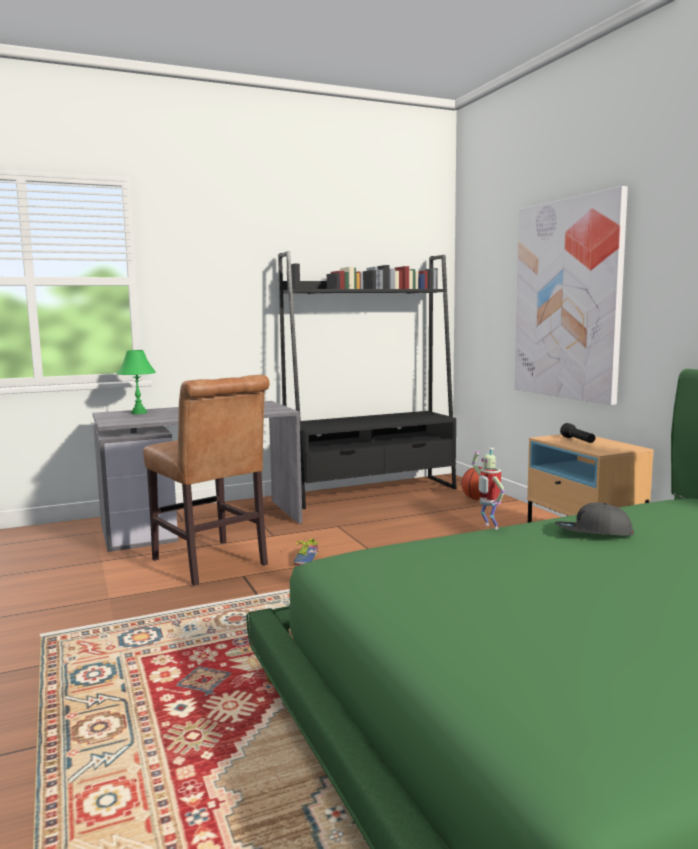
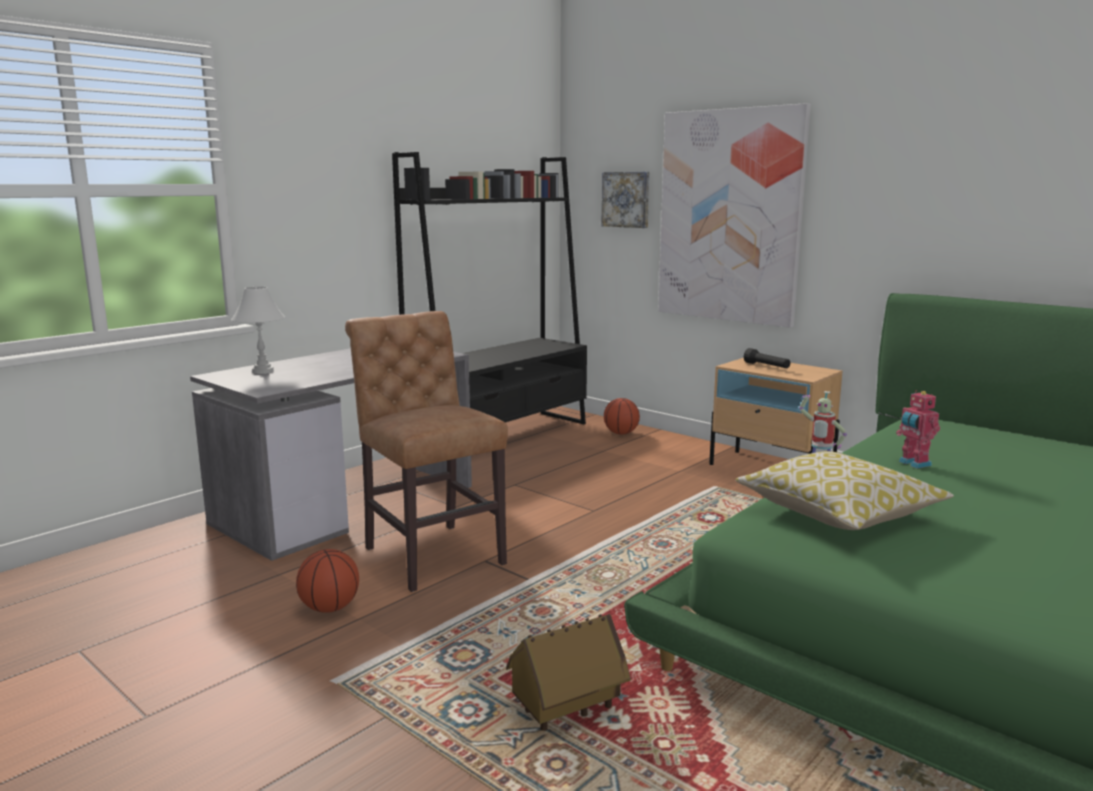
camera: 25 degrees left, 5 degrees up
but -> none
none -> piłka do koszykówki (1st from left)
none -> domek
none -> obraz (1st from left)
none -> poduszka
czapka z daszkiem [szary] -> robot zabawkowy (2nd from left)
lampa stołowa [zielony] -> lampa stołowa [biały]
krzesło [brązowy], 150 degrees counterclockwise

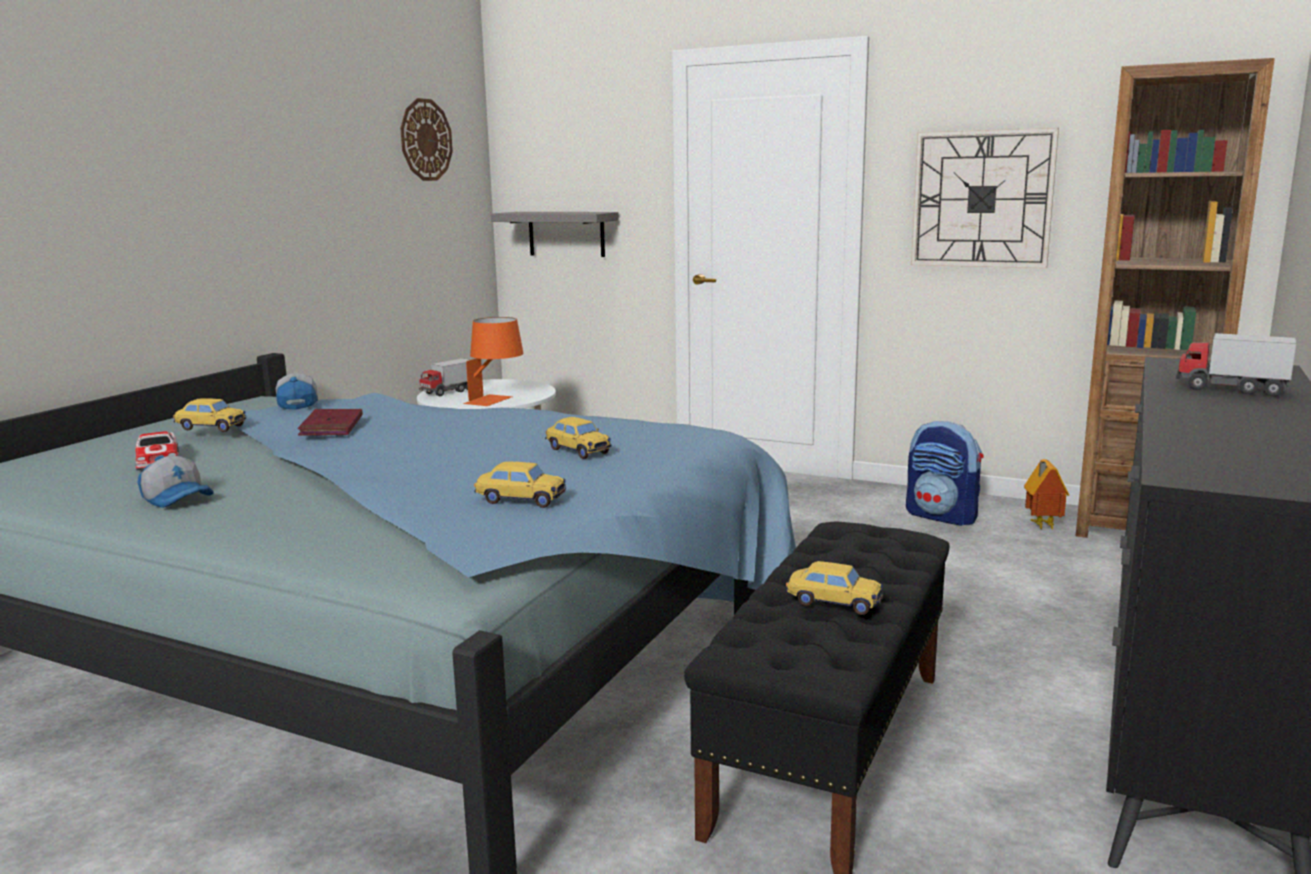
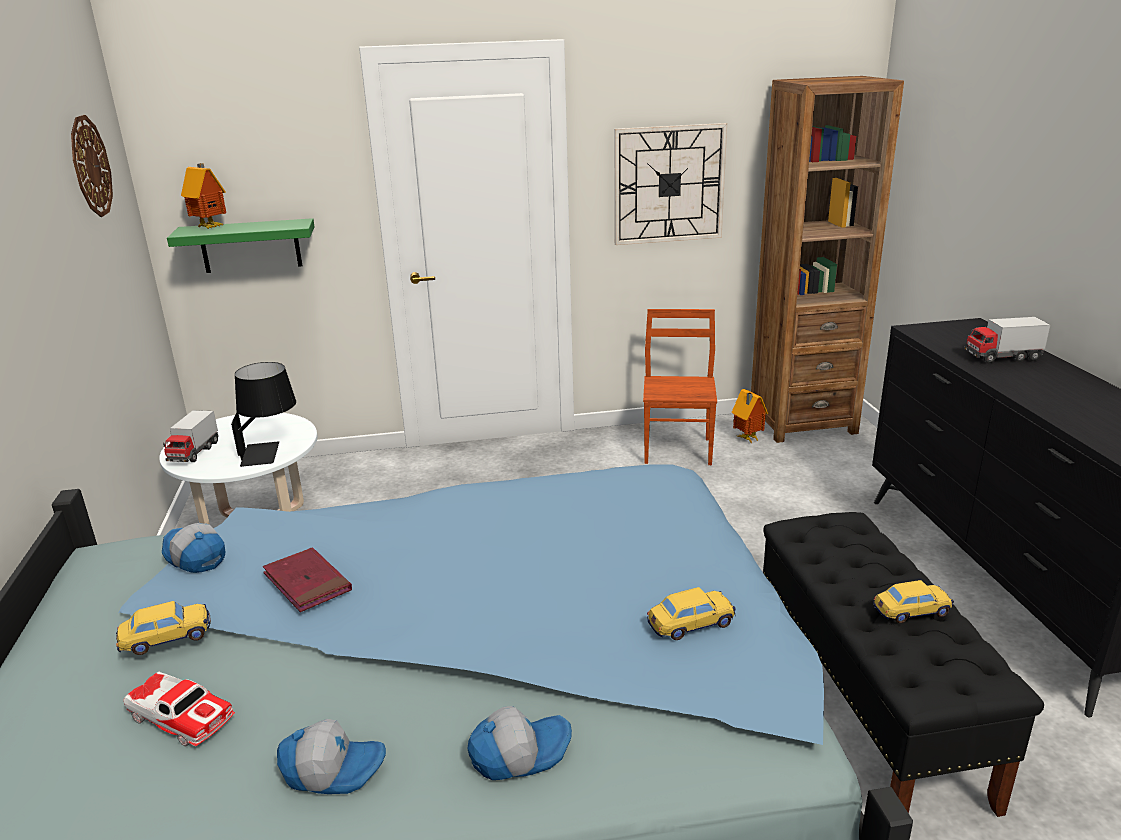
camera: 35 degrees left, 10 degrees up
samochodzik (4th from left) -> none
none -> domek (1st from left)
none -> czapka z daszkiem (3rd from left)
plecak -> krzesło [brązowy]
lampa stołowa [pomarańczowy] -> lampa stołowa [czarny]
półka [szary] -> półka [zielony]

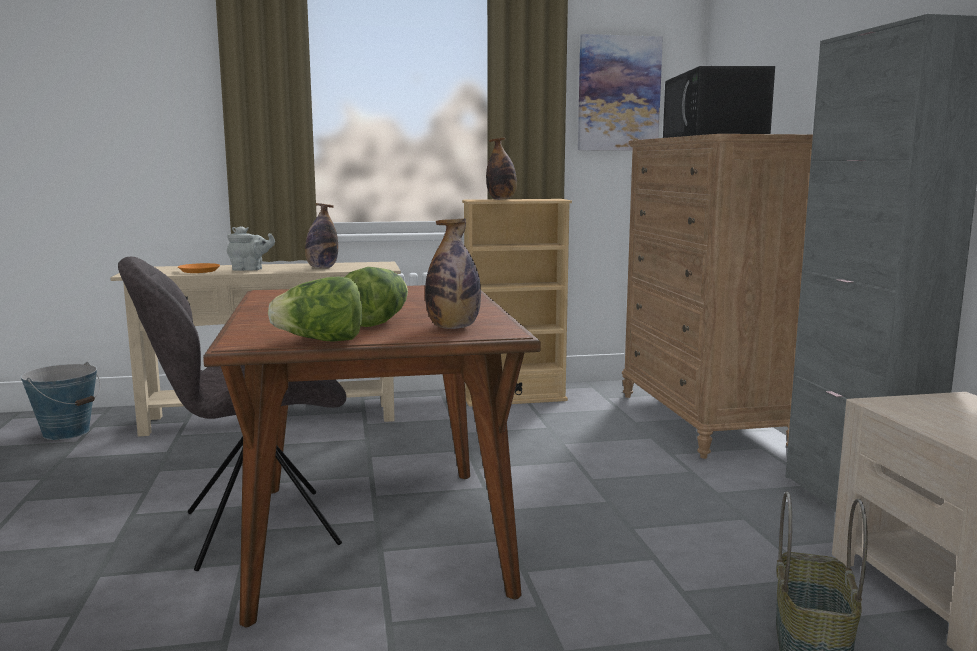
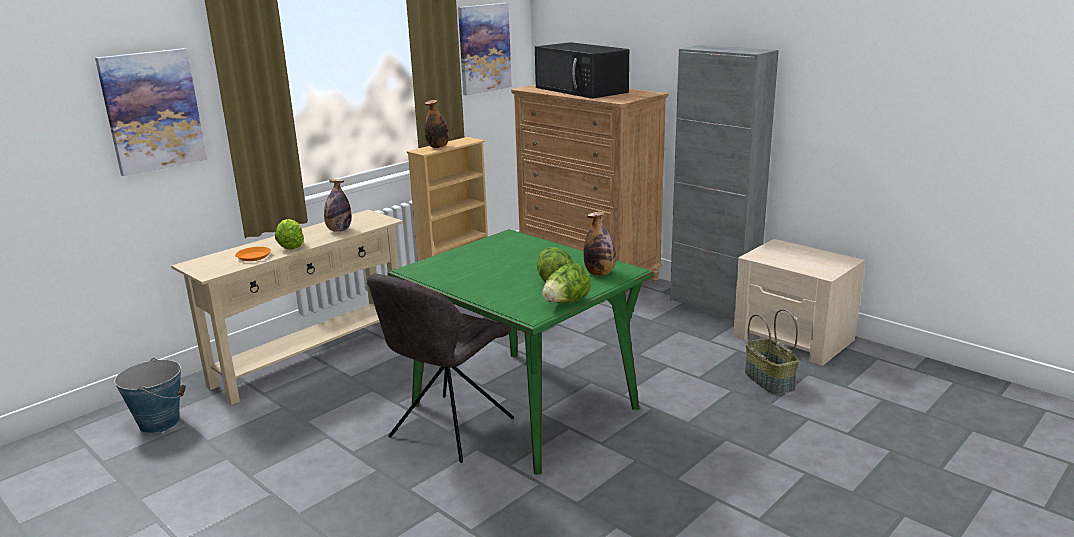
camera: 35 degrees left, 10 degrees up
none -> obraz (1st from left)
imbryk [szary] -> sałata (1st from left)
stół jadalny [brązowy] -> stół jadalny [zielony]

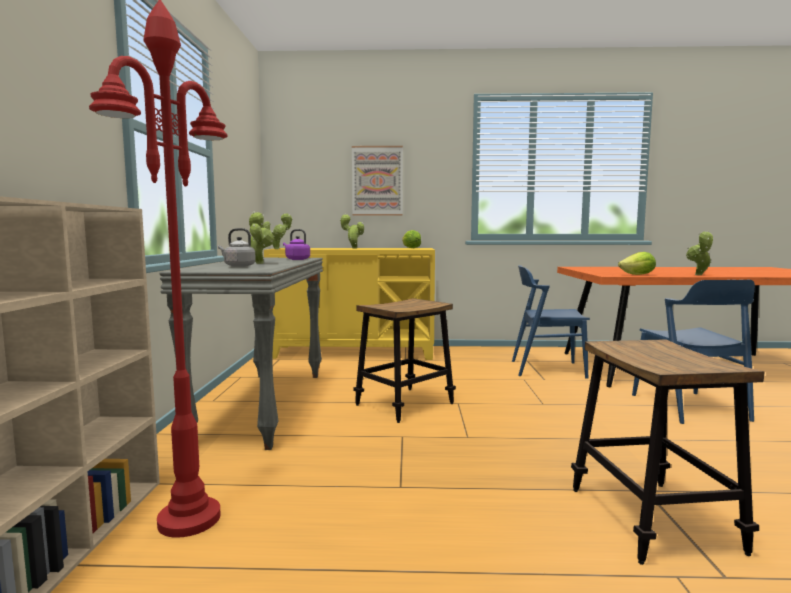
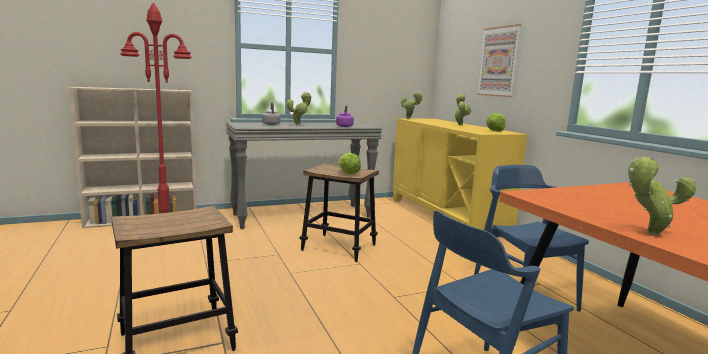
camera: 65 degrees right, 5 degrees up
sałata (2nd from left in the first image) -> sałata (1st from left), move

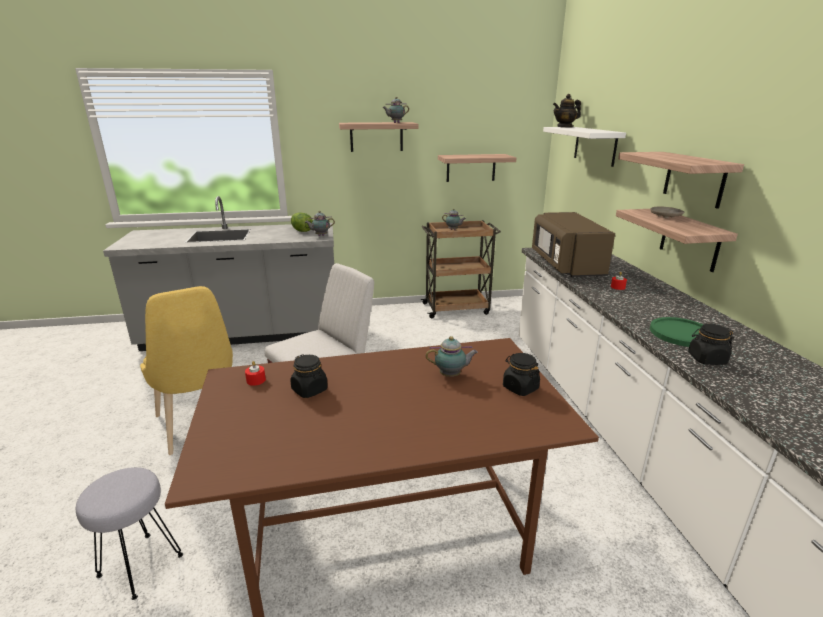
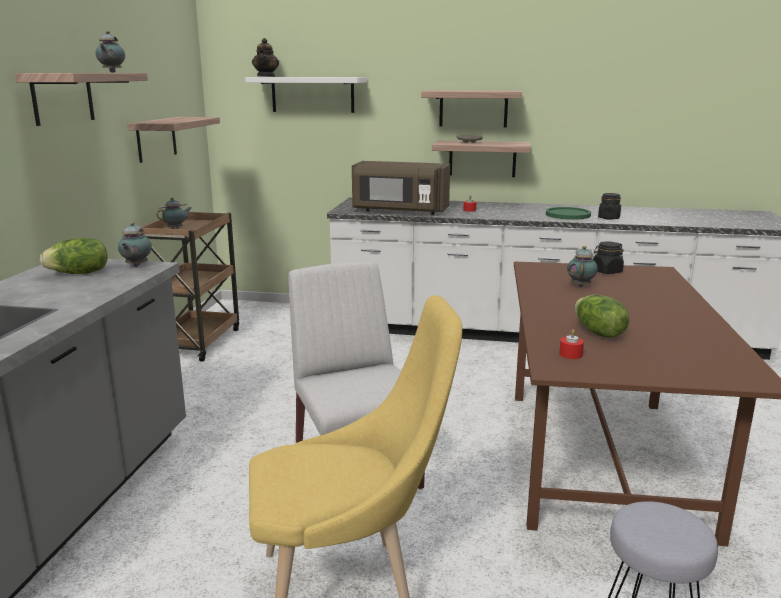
camera: 70 degrees left, 5 degrees down
słoik [czarny] (1st from left) -> sałata (2nd from left)

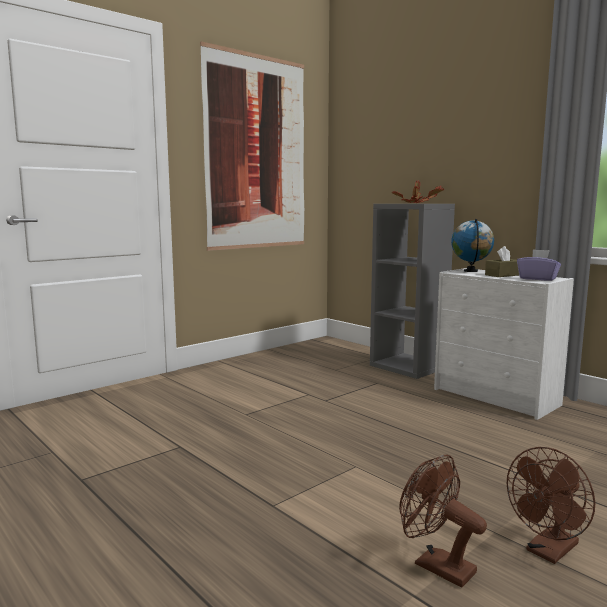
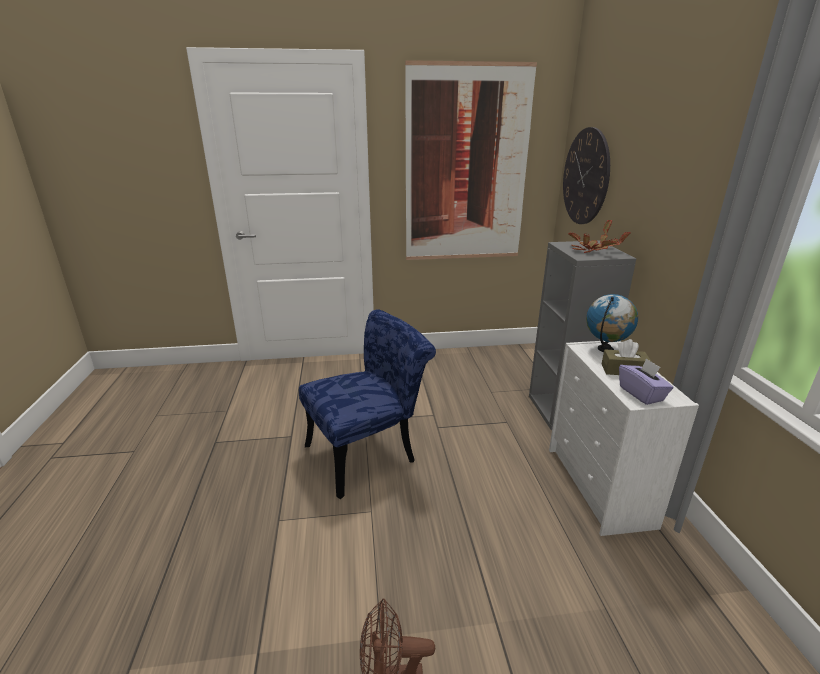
camera: 35 degrees right, 15 degrees up
wentylator [brązowy] (1st from left) -> none
none -> krzesło [niebieski]
none -> zegar ścienny

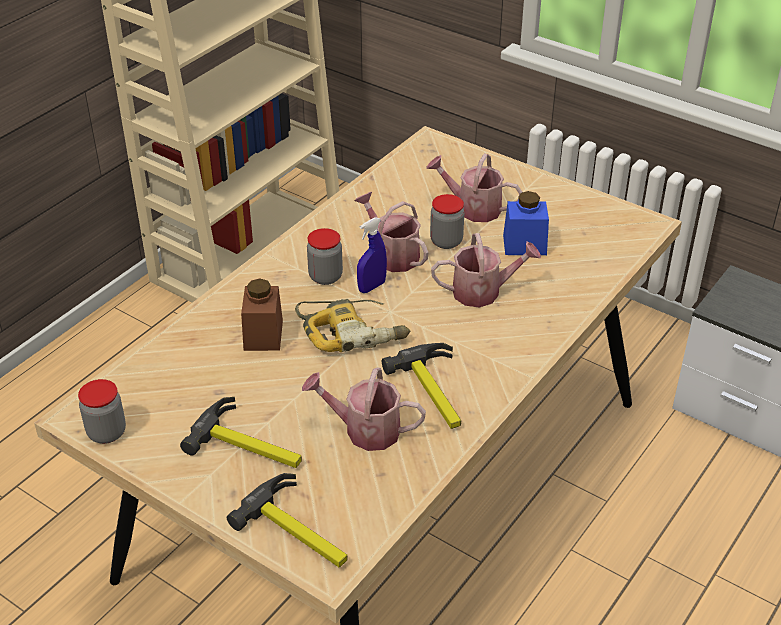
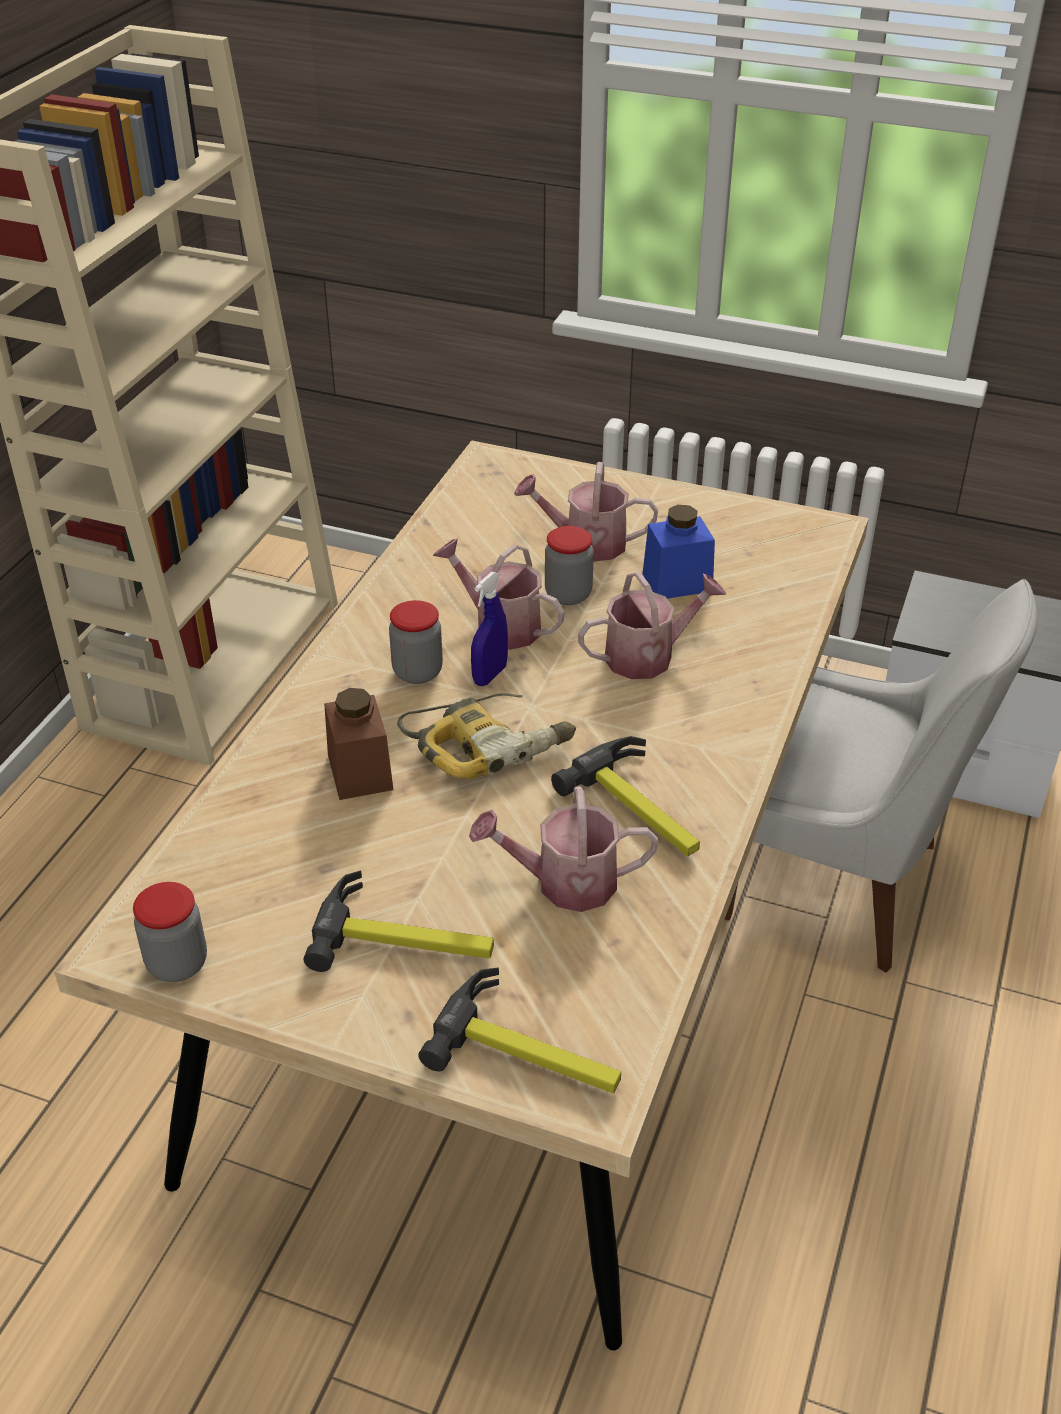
camera: 15 degrees left, 0 degrees up
none -> krzesło [biały]

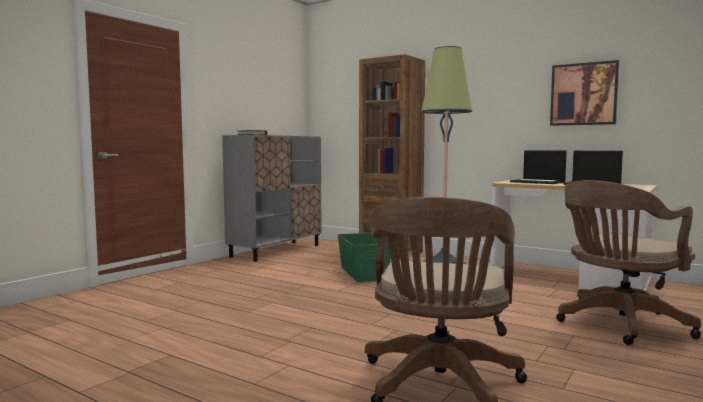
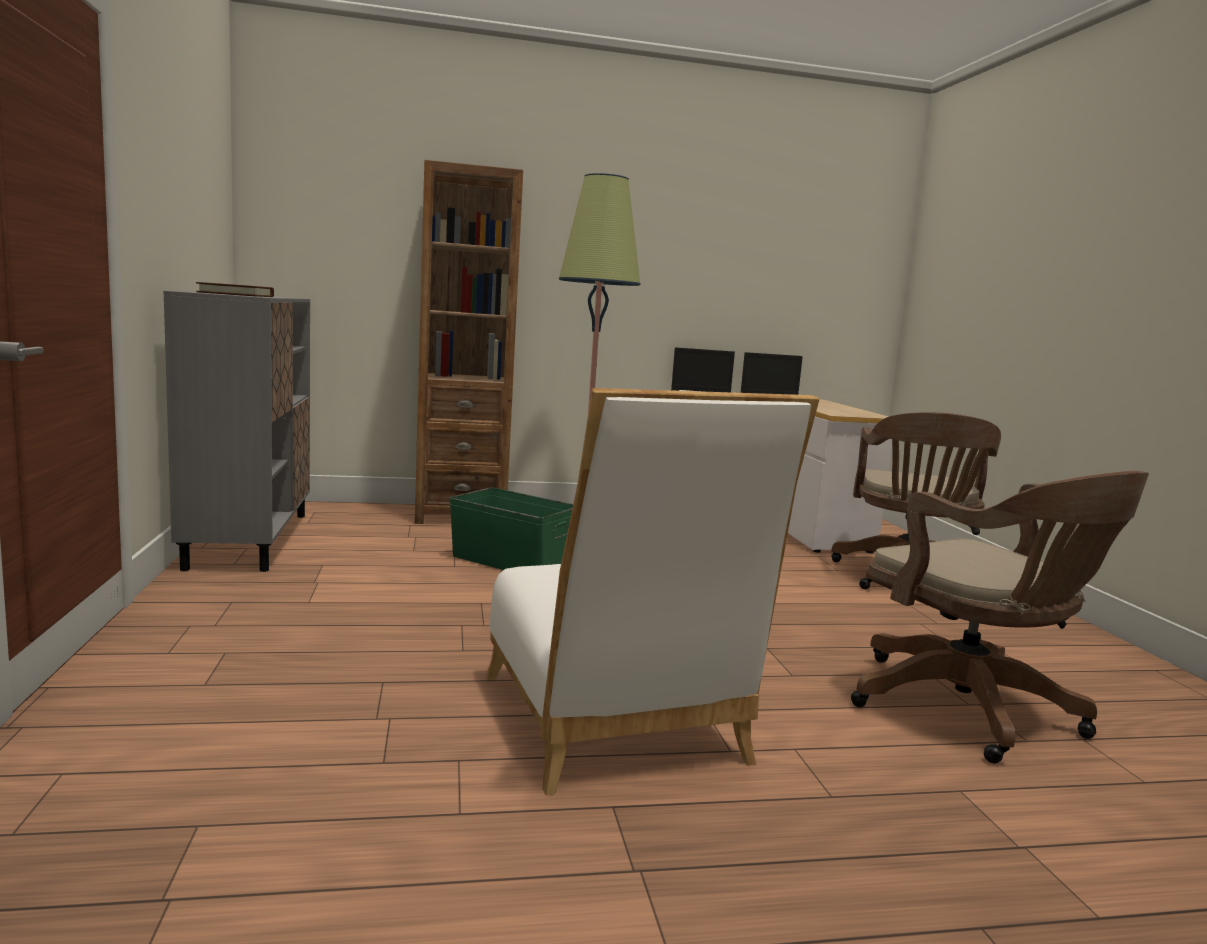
camera: 45 degrees left, 5 degrees up
obraz -> none
none -> krzesło [biały]

